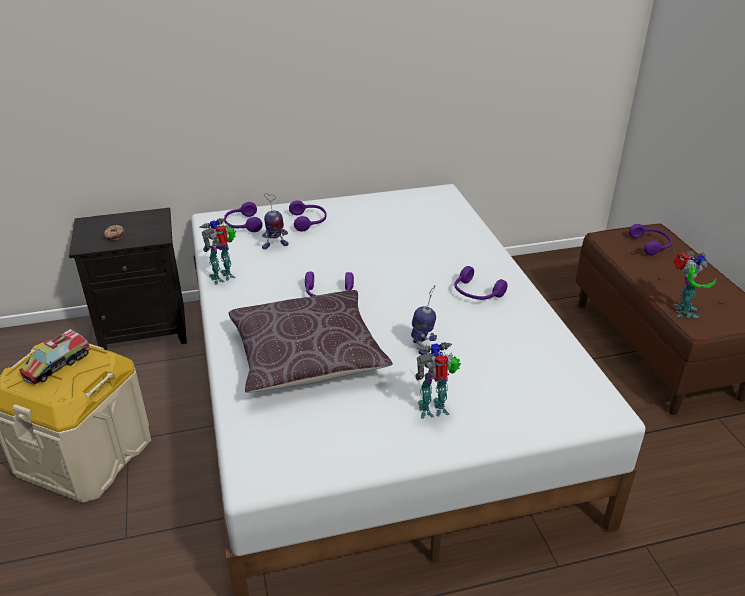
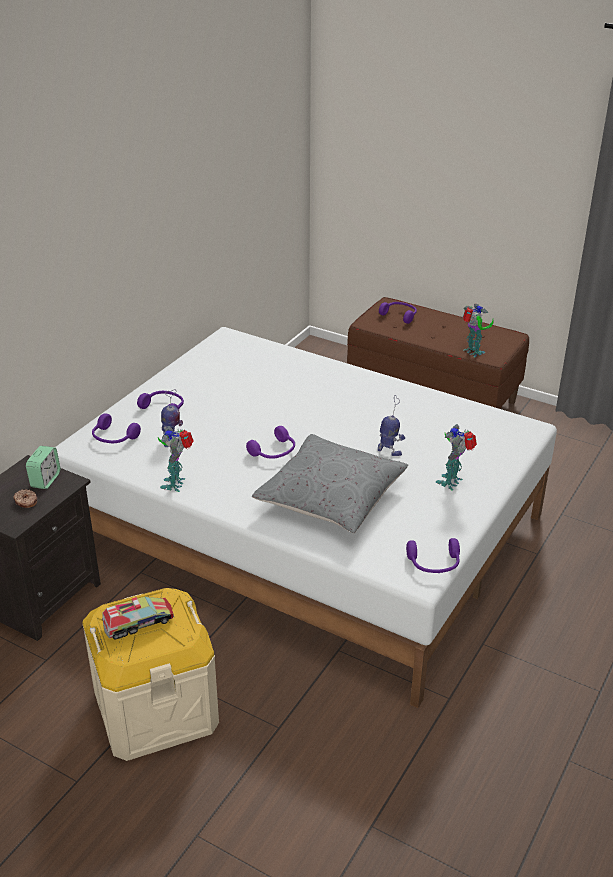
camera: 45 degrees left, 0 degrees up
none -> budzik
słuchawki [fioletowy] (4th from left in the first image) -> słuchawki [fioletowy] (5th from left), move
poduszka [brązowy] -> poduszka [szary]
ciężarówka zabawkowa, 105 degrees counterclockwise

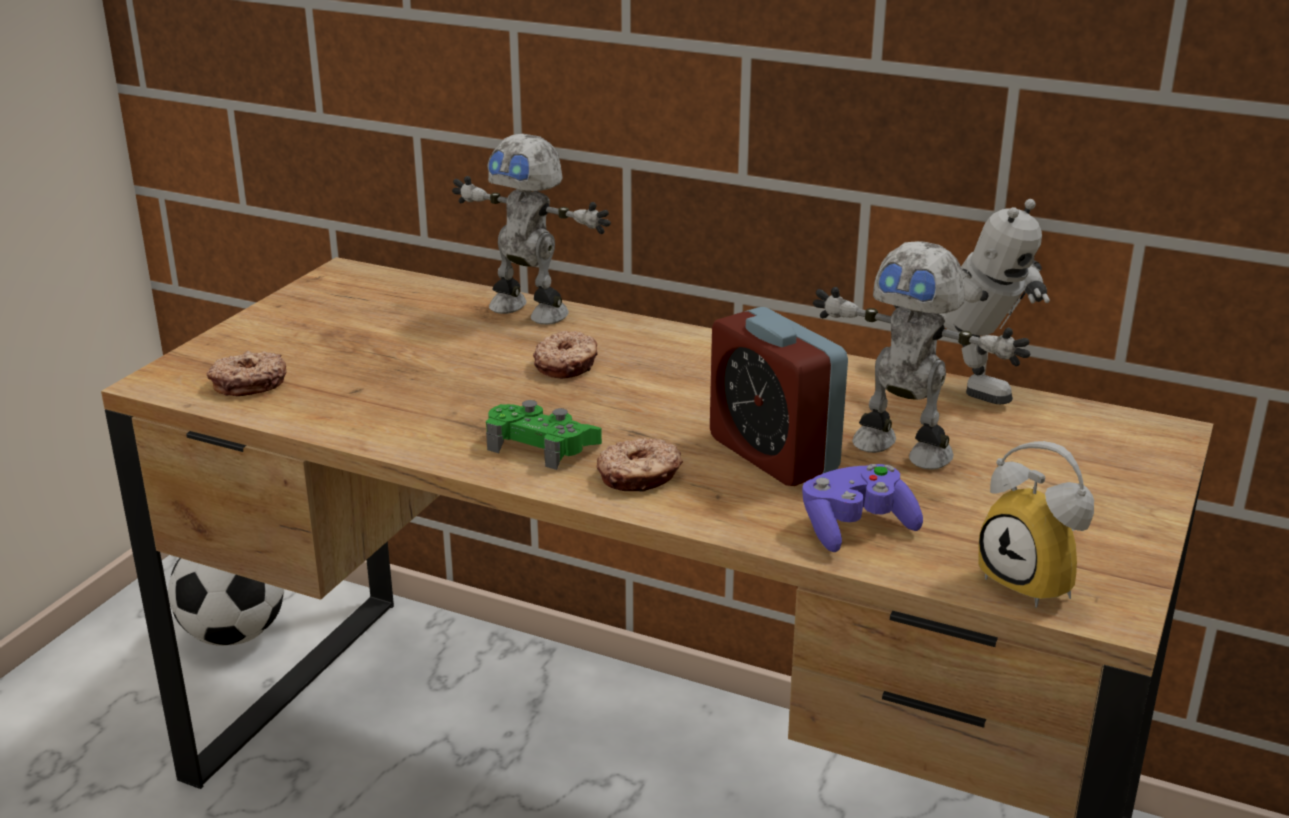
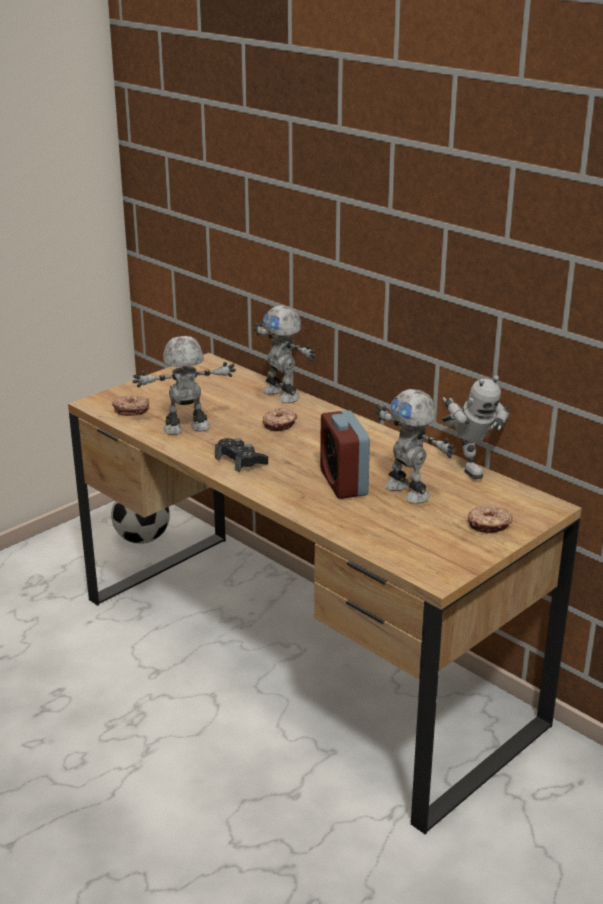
camera: 20 degrees right, 0 degrees up
pad do gier [fioletowy] -> none
budzik (2nd from left) -> none
none -> robot zabawkowy (1st from left)
donut (3rd from left), move
pad do gier [zielony] -> pad do gier [czarny]

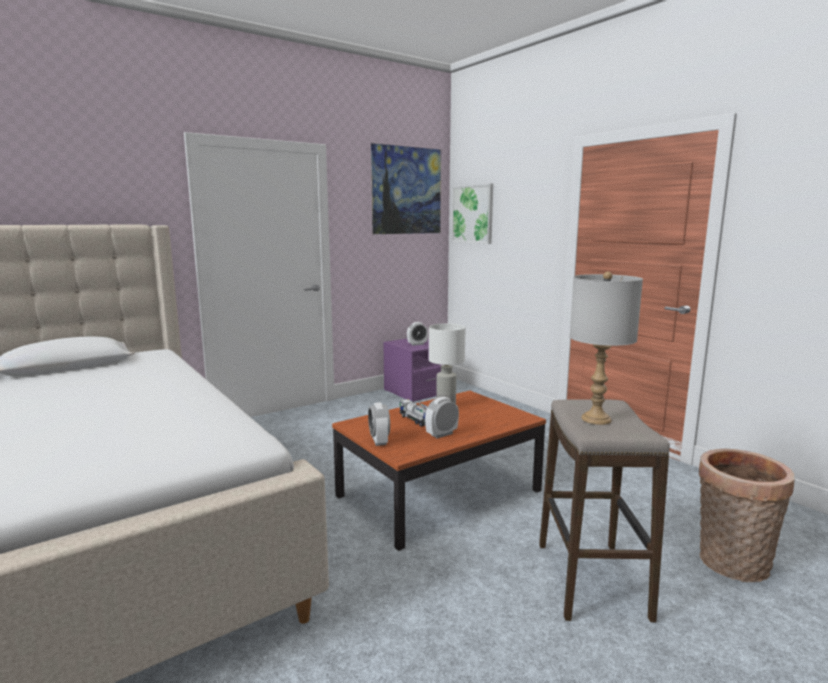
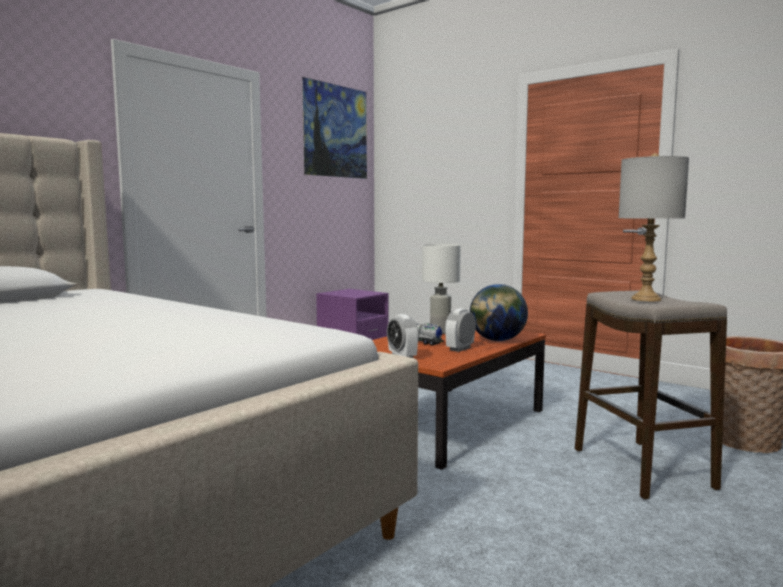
camera: 15 degrees left, 5 degrees down
budzik (2nd from left) -> none
obraz (2nd from left) -> none
none -> globus

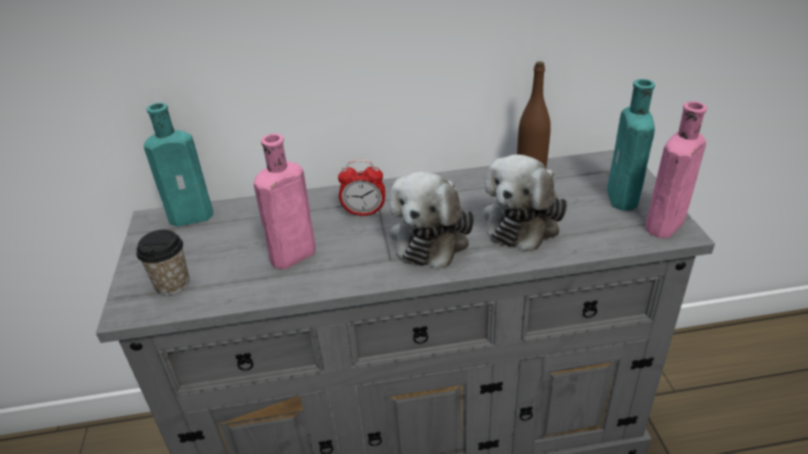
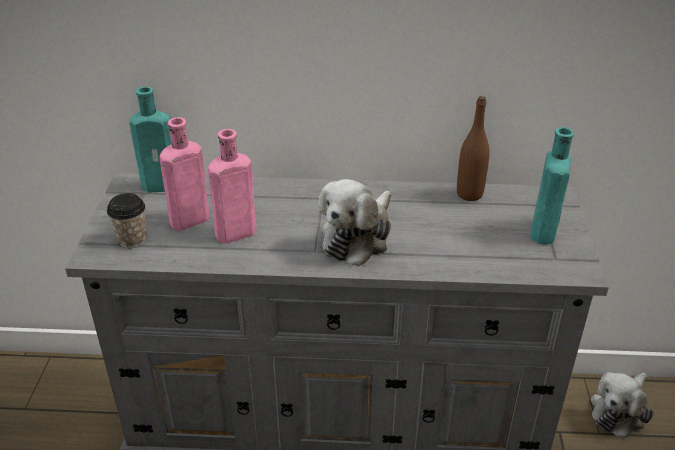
camera: 10 degrees right, 0 degrees up
budzik -> none
pluszak (2nd from left), move
butelka [różowy] (2nd from left in the first image) -> butelka [różowy] (1st from left), move

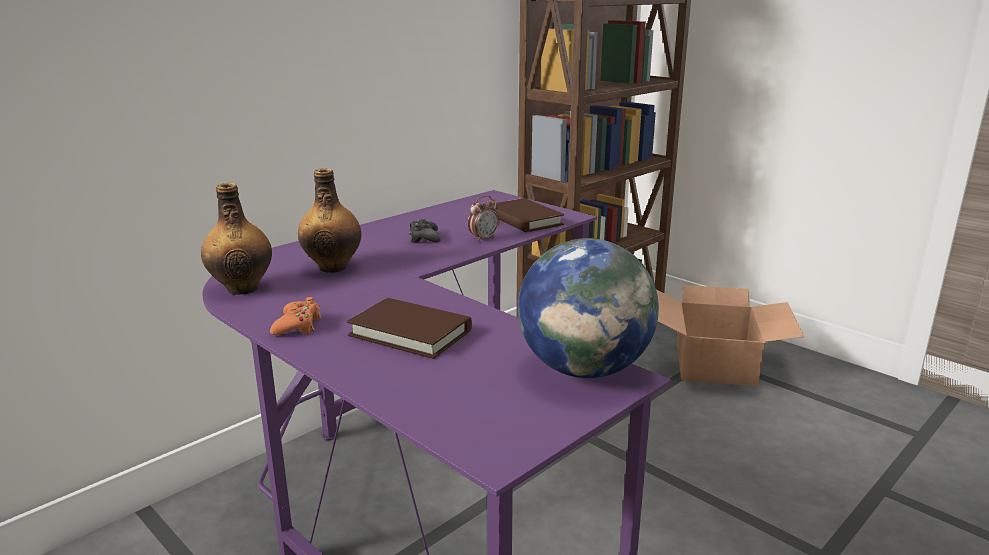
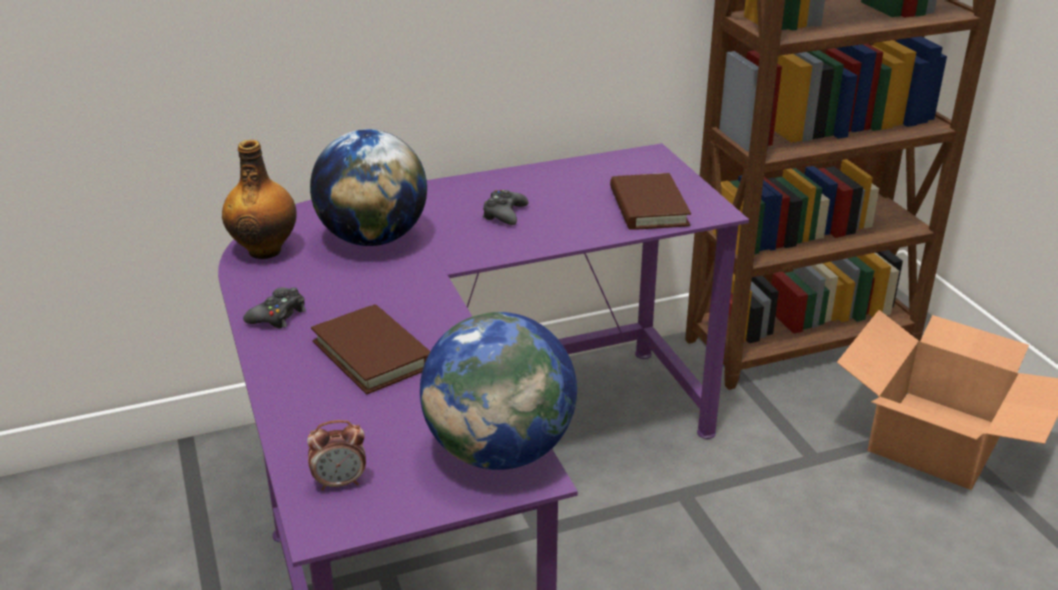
camera: 25 degrees right, 10 degrees up
budzik, move
butelka (2nd from left) -> globus (1st from left)
pad do gier [pomarańczowy] -> pad do gier [czarny] (1st from left)

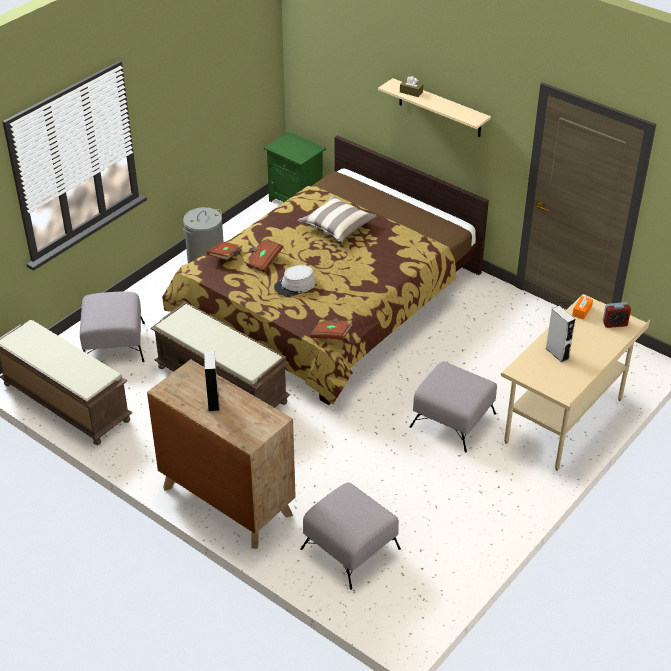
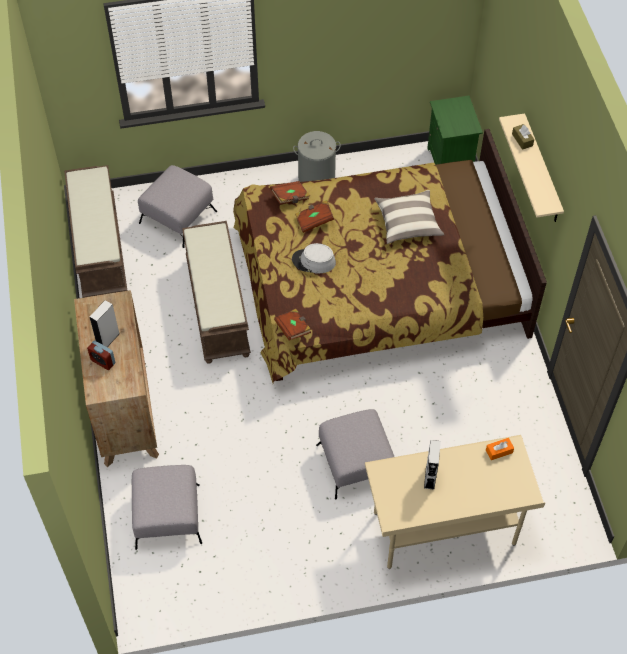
camera: 40 degrees right, 15 degrees up
budzik, move

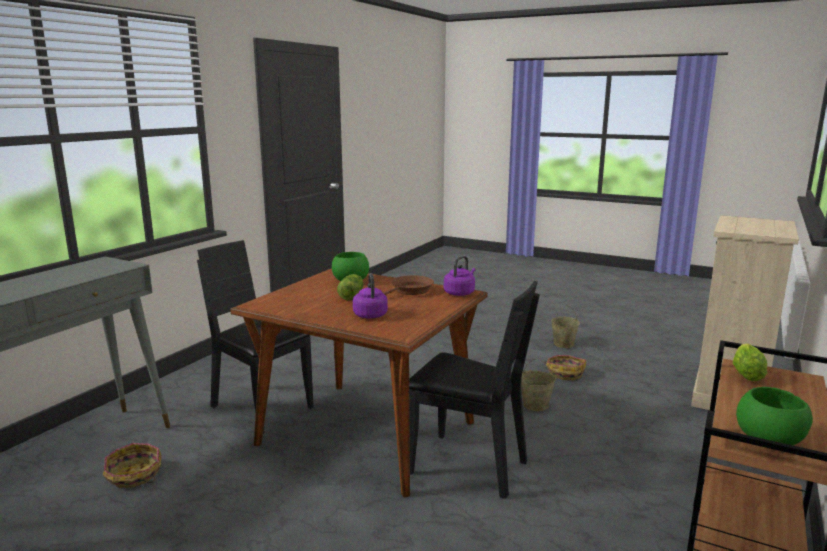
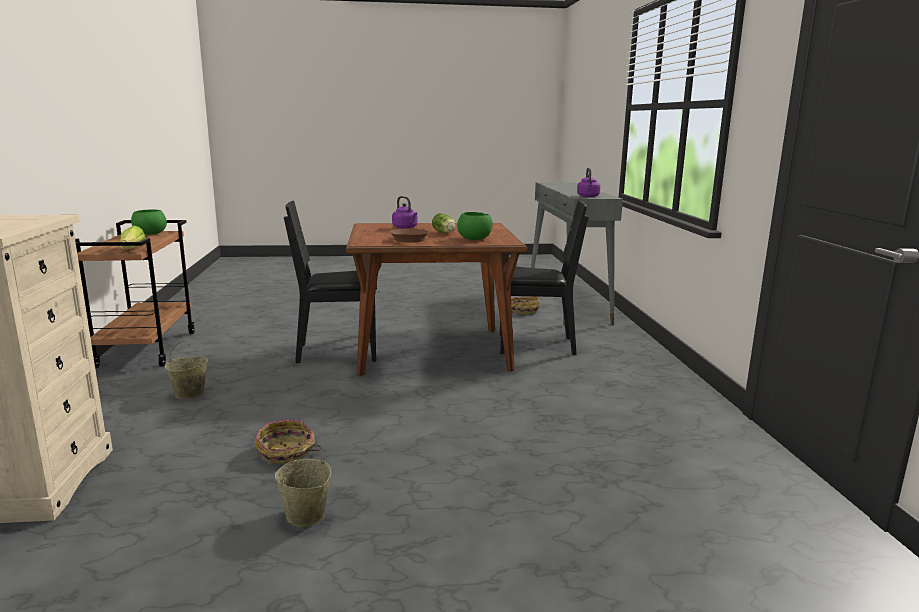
camera: 145 degrees right, 0 degrees up
czajnik [fioletowy] (2nd from left), move
wiadro [beżowy] (1st from left), move

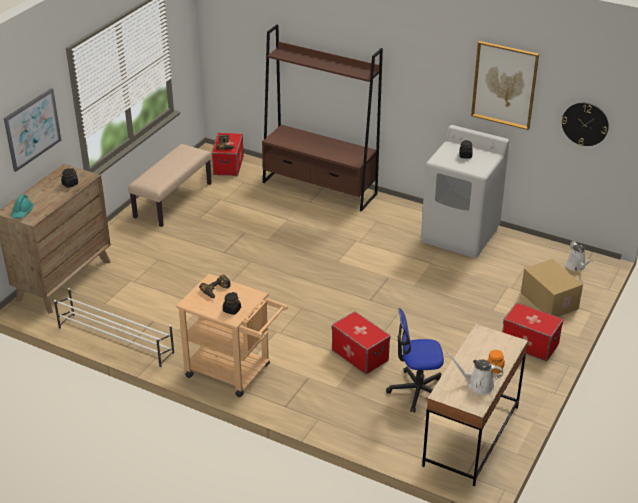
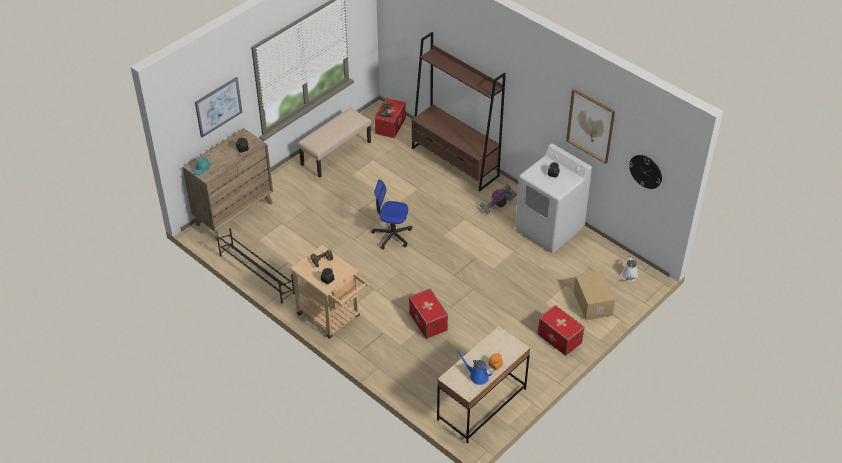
camera: 15 degrees right, 10 degrees up
none -> odkurzacz
krzesło biurowe, move
regał na buty [biały] -> regał na buty [czarny]
konewka [biały] (1st from left) -> konewka [niebieski]

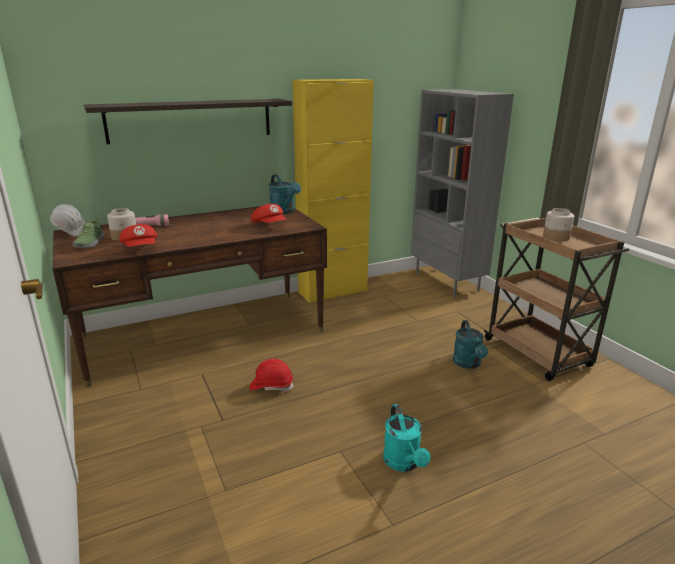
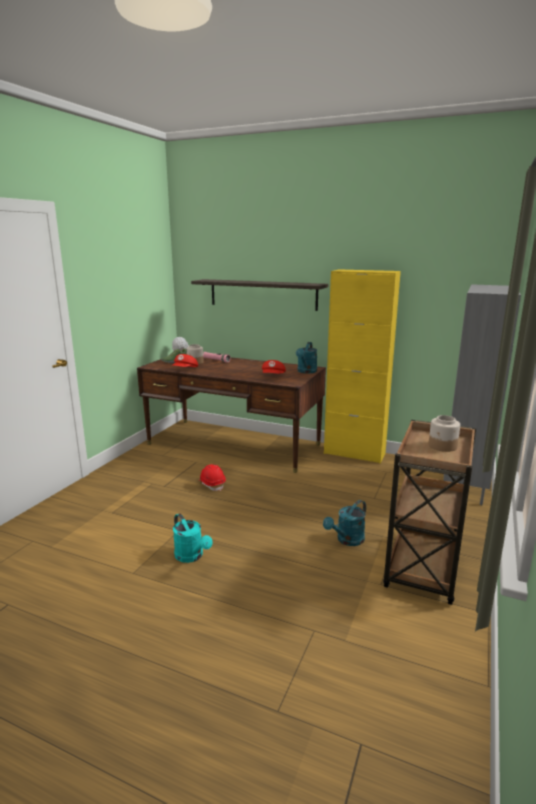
camera: 50 degrees right, 5 degrees down
konewka [turkusowy] (2nd from left in the first image) -> konewka [turkusowy] (1st from left), 75 degrees counterclockwise

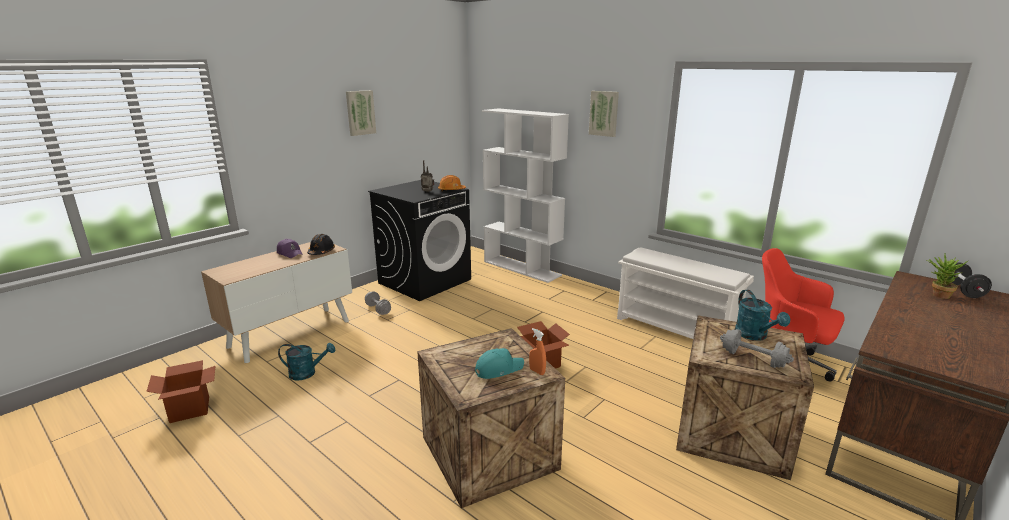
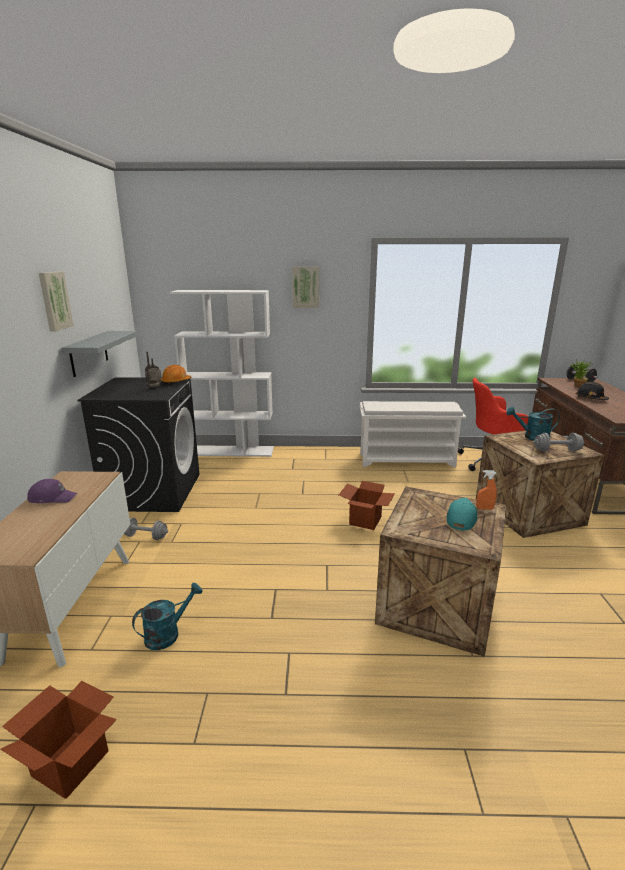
camera: 40 degrees left, 0 degrees up
none -> półka [szary]
kask [czarny], move
konewka [turkusowy] (2nd from left), 150 degrees clockwise

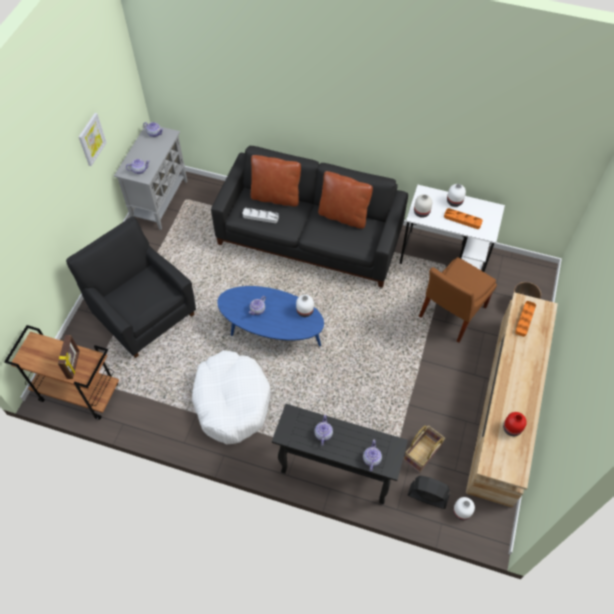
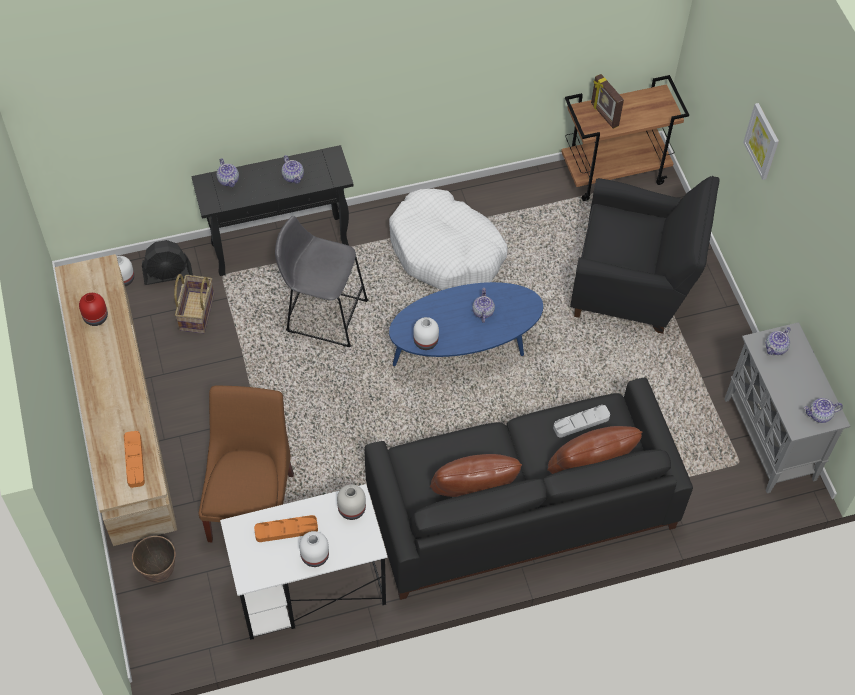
camera: 145 degrees right, 0 degrees up
none -> stołek [szary]
obraz, move

